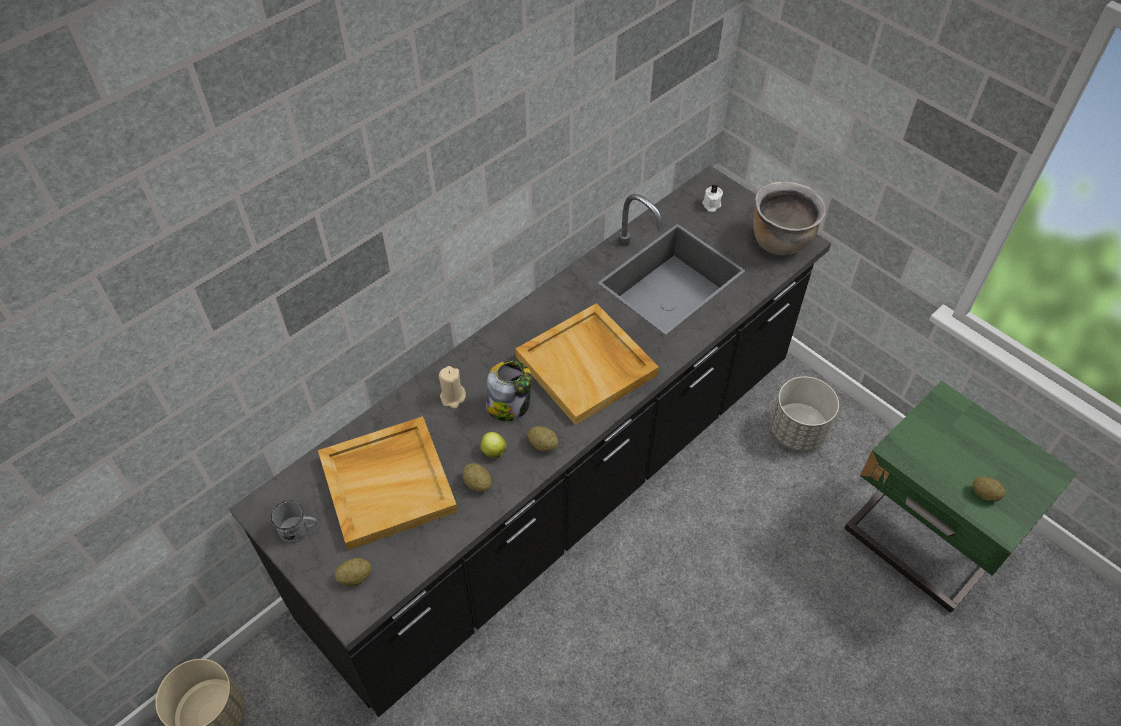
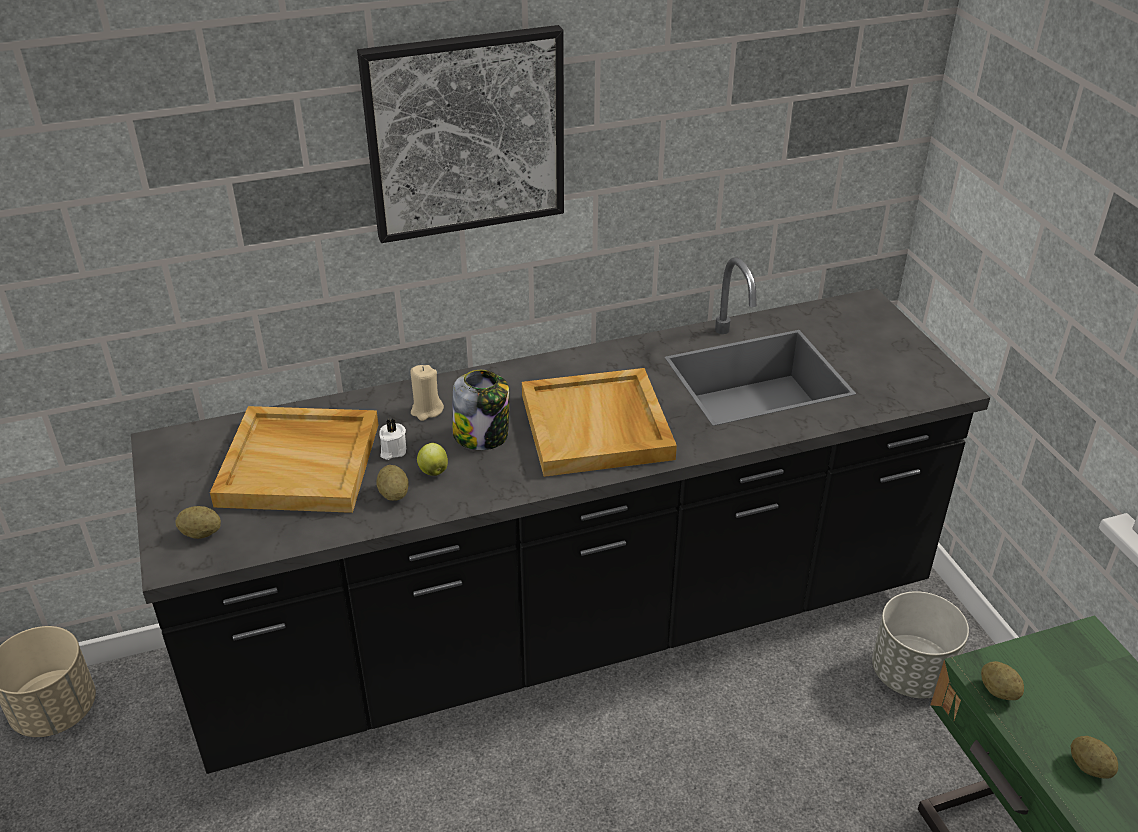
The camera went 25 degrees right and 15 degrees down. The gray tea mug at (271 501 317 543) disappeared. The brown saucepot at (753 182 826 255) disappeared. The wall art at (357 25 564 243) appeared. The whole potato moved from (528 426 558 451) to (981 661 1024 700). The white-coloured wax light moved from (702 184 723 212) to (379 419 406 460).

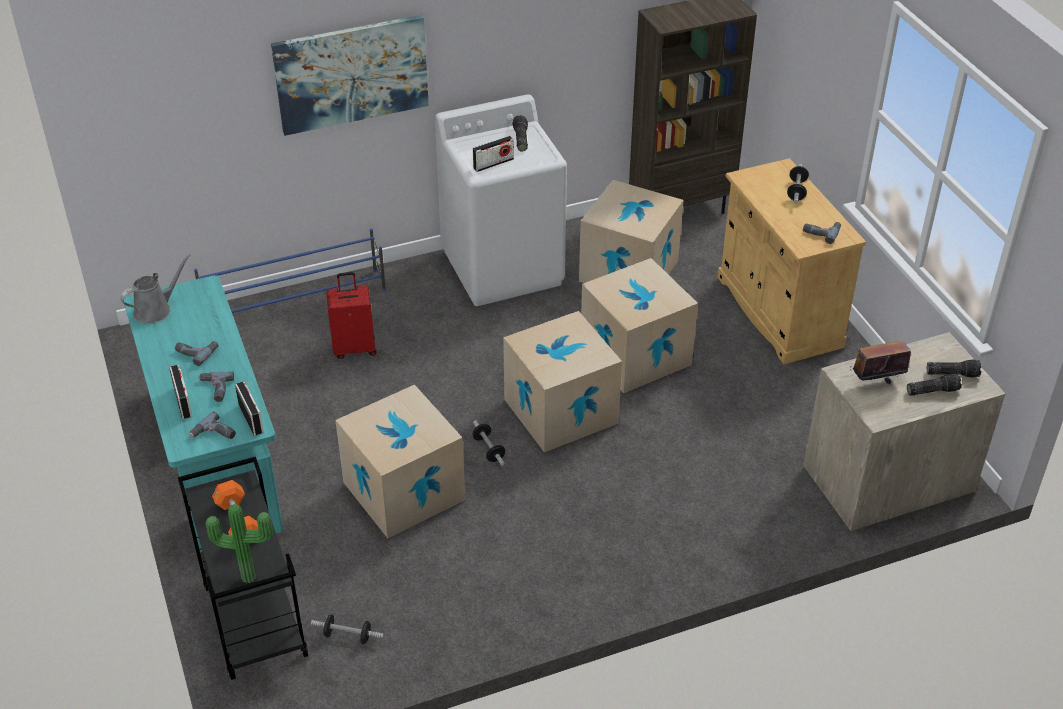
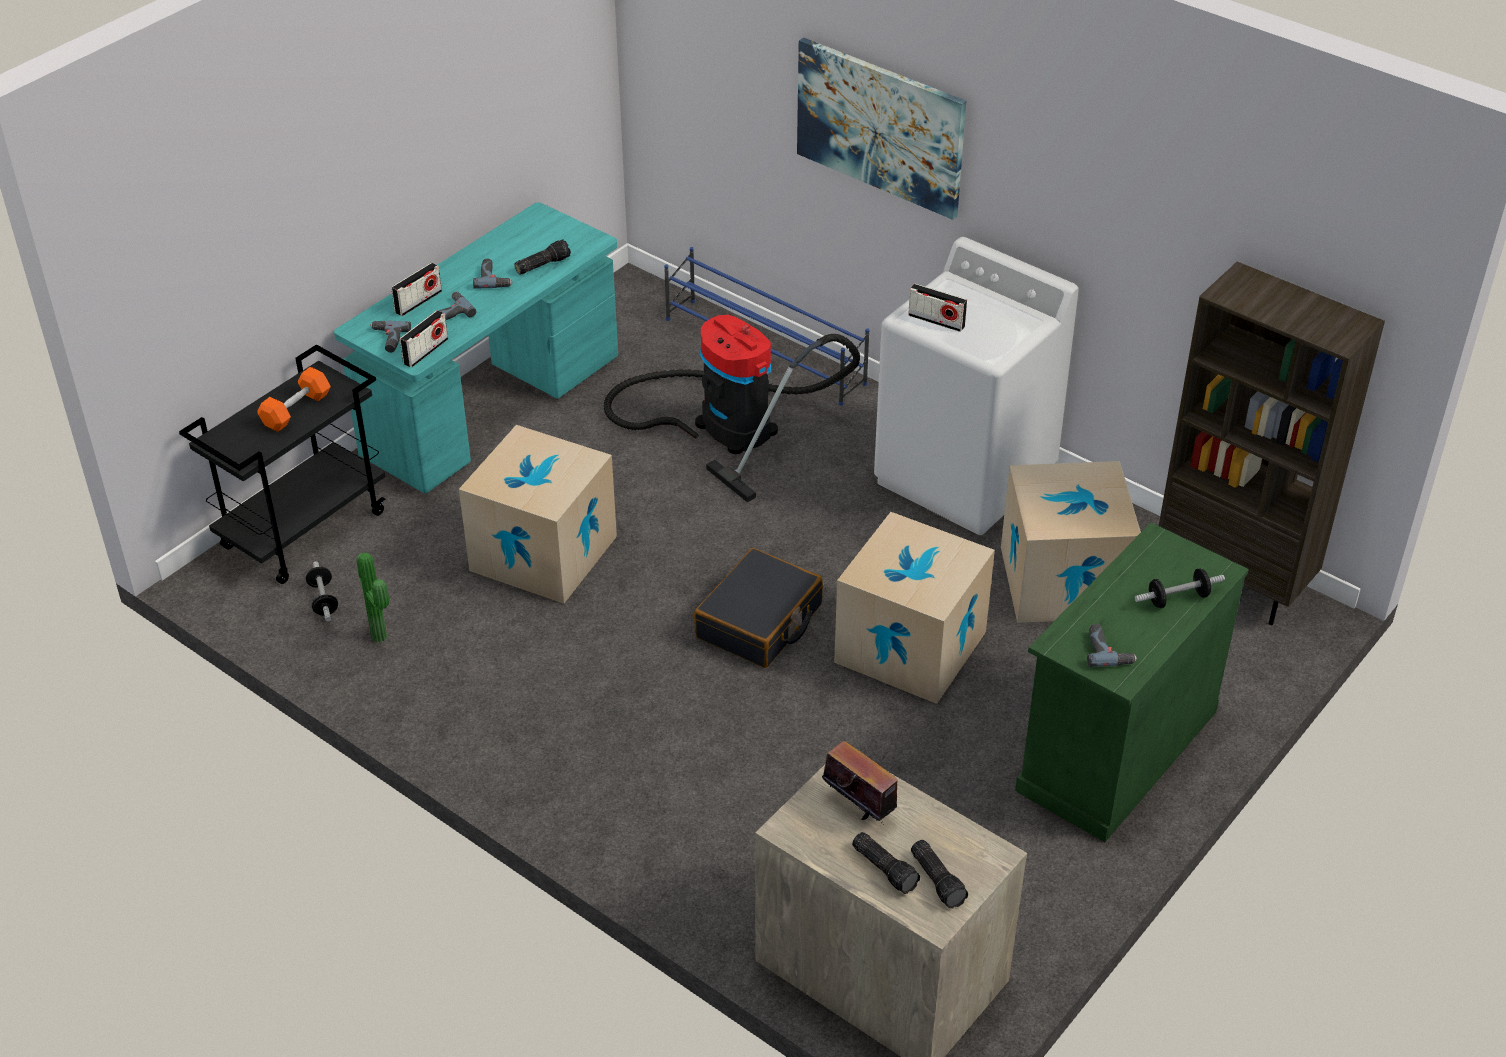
The camera went 60 degrees right and 0 degrees up. The gray watering pot at (120 254 191 323) disappeared. The dumbbell at (473 420 505 466) disappeared. The houseplant moved from (206 504 273 583) to (357 553 389 643). The flashlight moved from (513 115 528 151) to (514 239 571 275). The reddish piece of luggage at (326 272 376 359) was replaced by the vacuum cleaner at (604 315 860 502). The packing box at (503 311 622 452) was replaced by the blackish piece of luggage at (694 548 823 668). The sand-coloured storage cabinet at (717 158 866 364) became the green-coloured storage cabinet at (1015 522 1249 842).

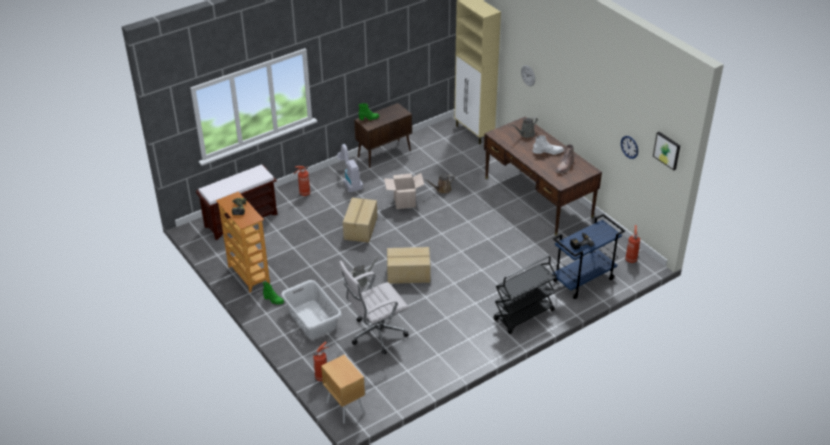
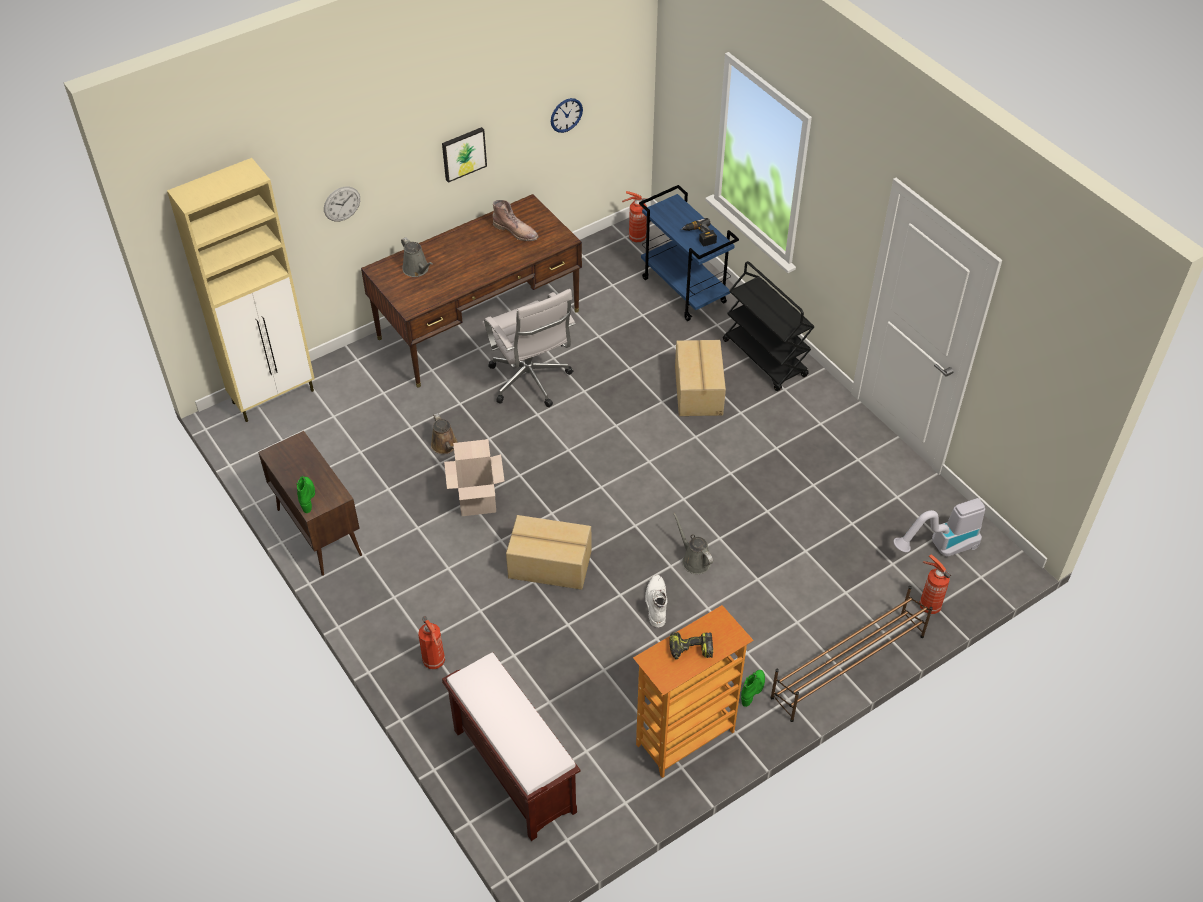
The camera went 90 degrees left and 10 degrees up. The gray laundry basket at (281 280 342 339) disappeared. The brown night table at (321 354 366 424) disappeared. The brown shoe stand at (770 586 933 722) appeared. The vacuum cleaner moved from (337 144 363 192) to (893 498 985 557). The white-coloured office chair moved from (339 261 409 354) to (482 289 575 407). The packing box moved from (387 247 430 284) to (675 340 726 416). The white-coloured high-top boot moved from (533 135 564 155) to (645 575 668 627). The wall art moved from (653 132 680 170) to (442 127 487 183).

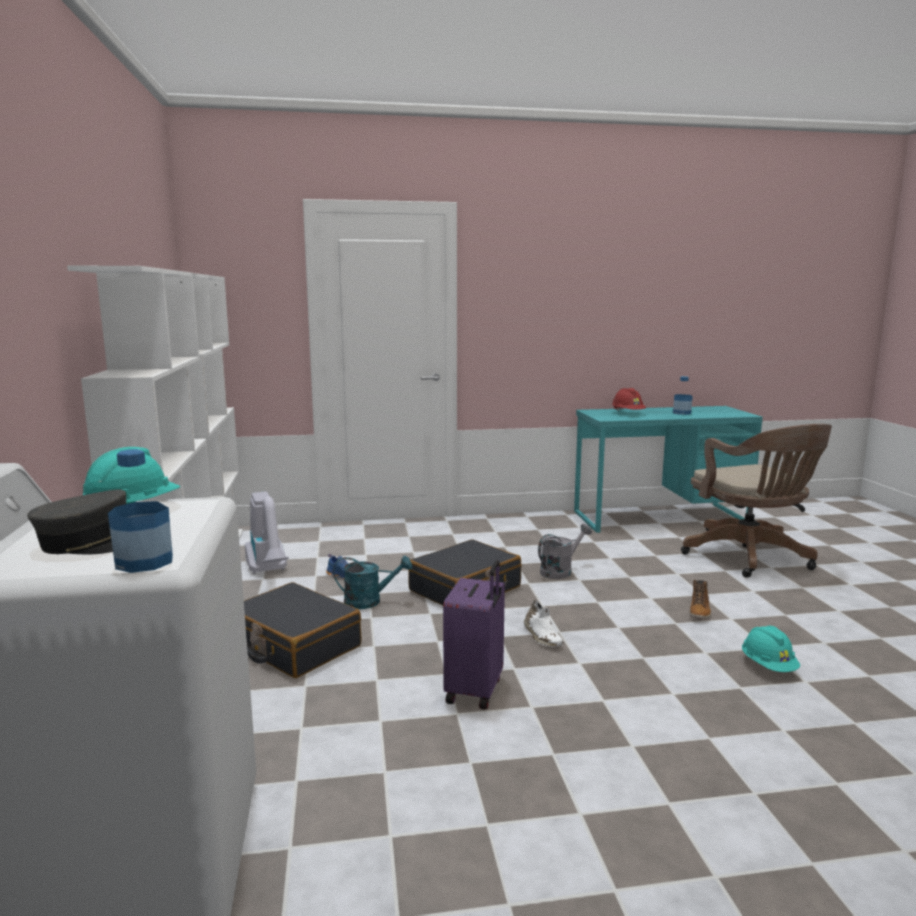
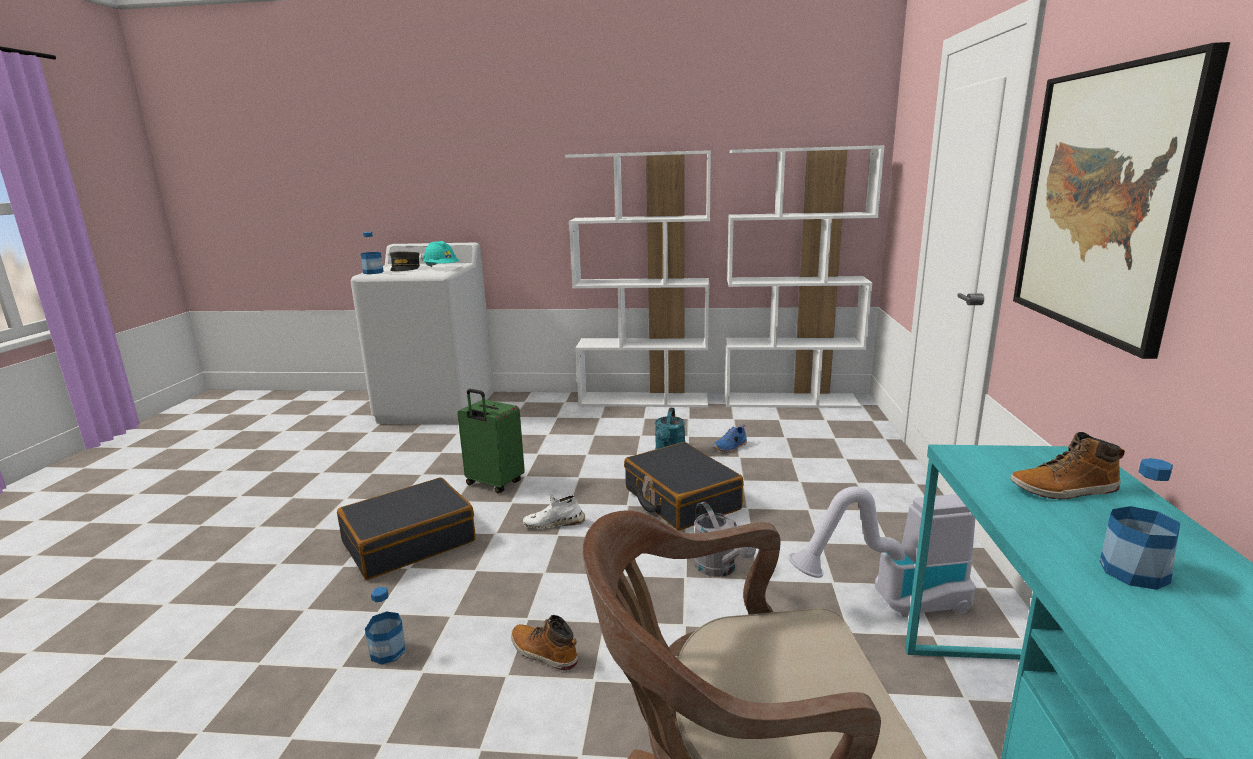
The camera went 105 degrees right and 5 degrees up. The wall art at (1013 42 1230 359) appeared. The blackish piece of luggage moved from (244 582 361 678) to (337 477 475 580). The vacuum cleaner moved from (245 492 289 574) to (788 486 976 617). The reddish hard hat at (612 388 646 411) was replaced by the high-top boot at (1010 432 1125 500). The turquoise-coloured hard hat at (742 626 800 672) was replaced by the bottle at (365 587 405 665). The purple piece of luggage at (443 560 505 710) became the green-coloured piece of luggage at (457 389 525 493).

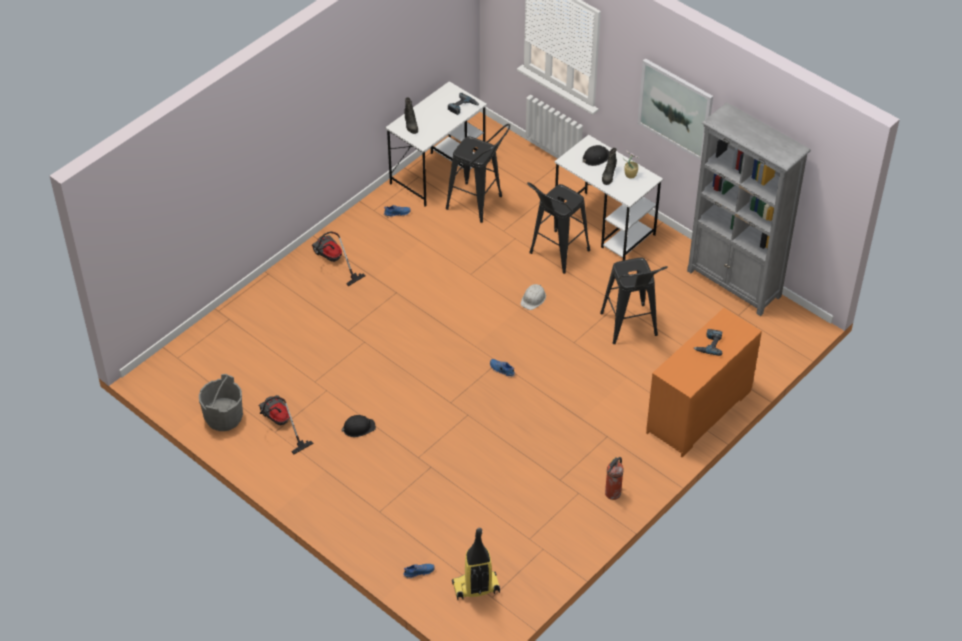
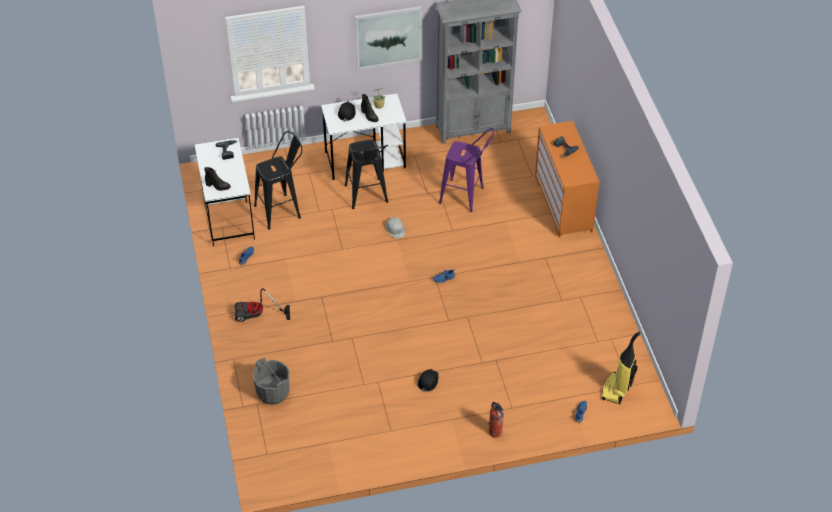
The camera went 55 degrees left and 0 degrees up. The vacuum cleaner at (258 395 314 455) disappeared. The gray pail moved from (199 374 243 431) to (253 357 289 405). The extinguisher moved from (605 457 624 500) to (488 402 504 437). The blackish stool seat at (600 258 668 344) became the purple stool seat at (439 128 494 212).

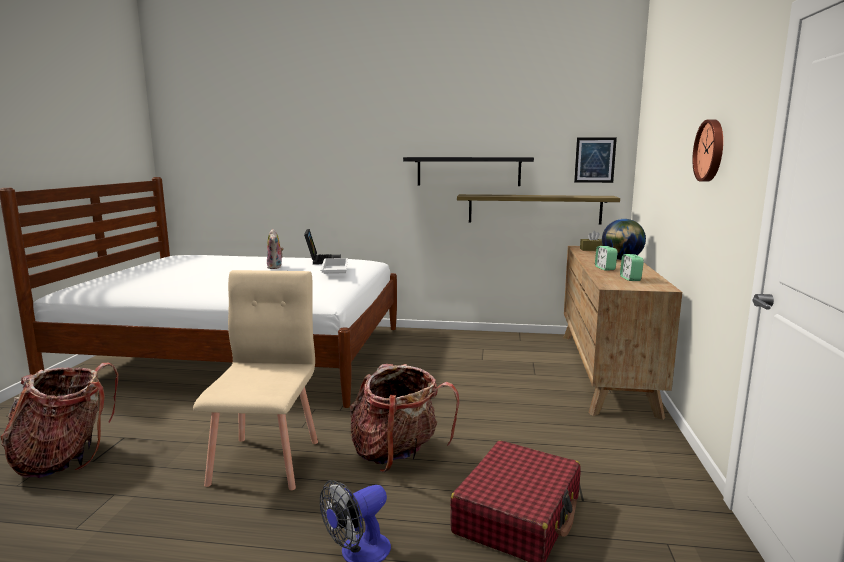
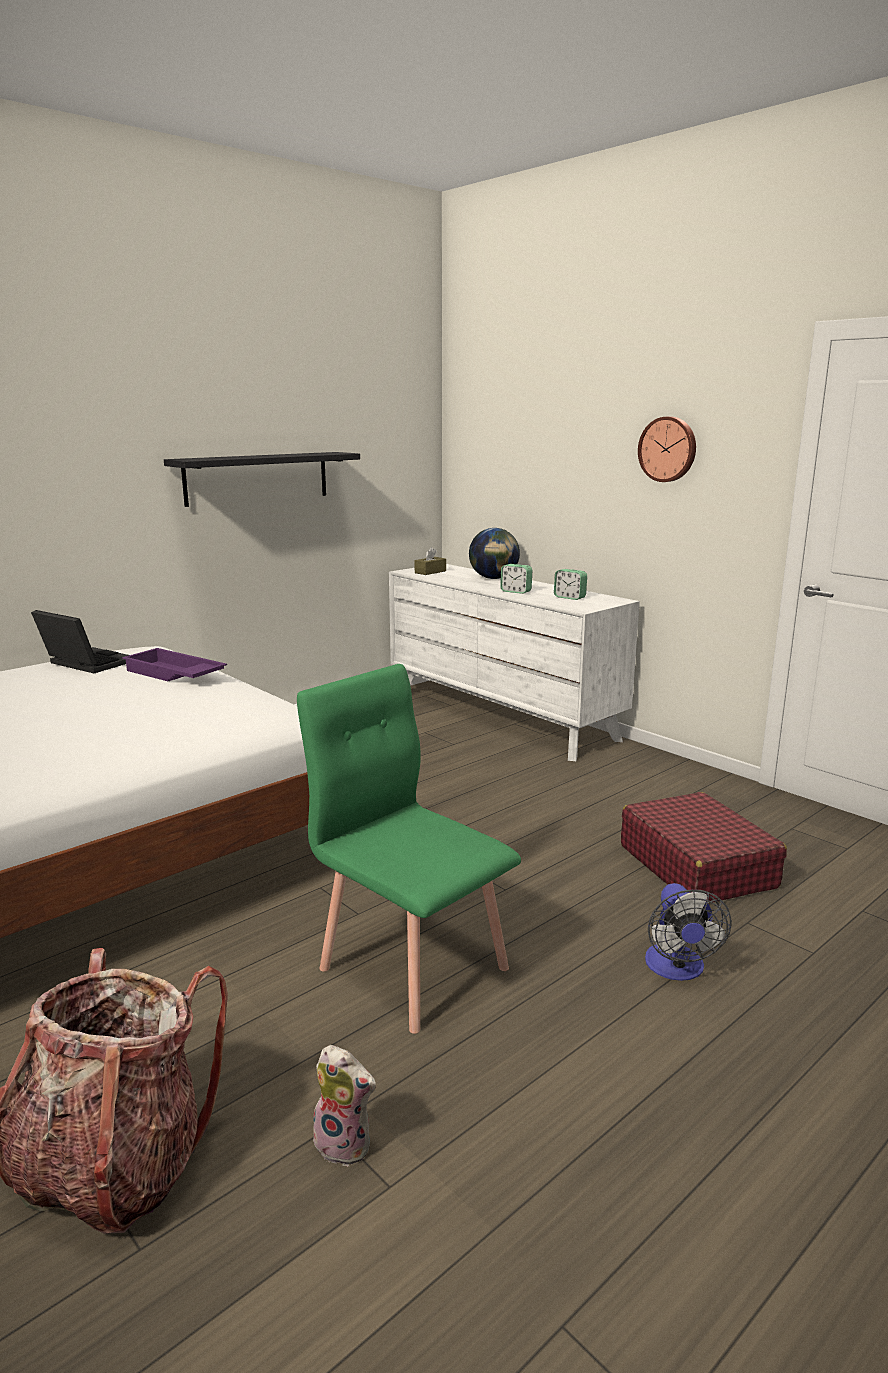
The camera went 50 degrees left and 5 degrees up. The knapsack at (350 364 459 472) disappeared. The shelf at (457 194 620 225) disappeared. The wall art at (574 137 617 183) disappeared. The cuddly toy moved from (267 229 284 269) to (308 1045 376 1167). The sand-coloured plain chair at (193 270 318 490) became the green-coloured plain chair at (297 664 521 1034). The white-coloured tray at (320 258 348 274) became the purple tray at (122 648 227 681). The brown drawer chest at (563 246 682 420) became the white-coloured drawer chest at (389 564 640 761).

